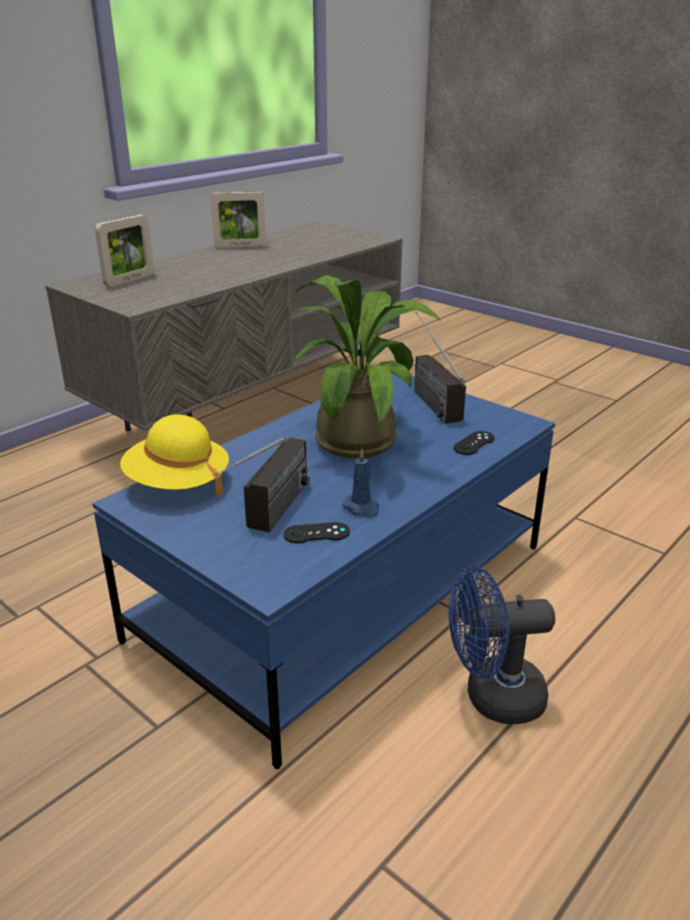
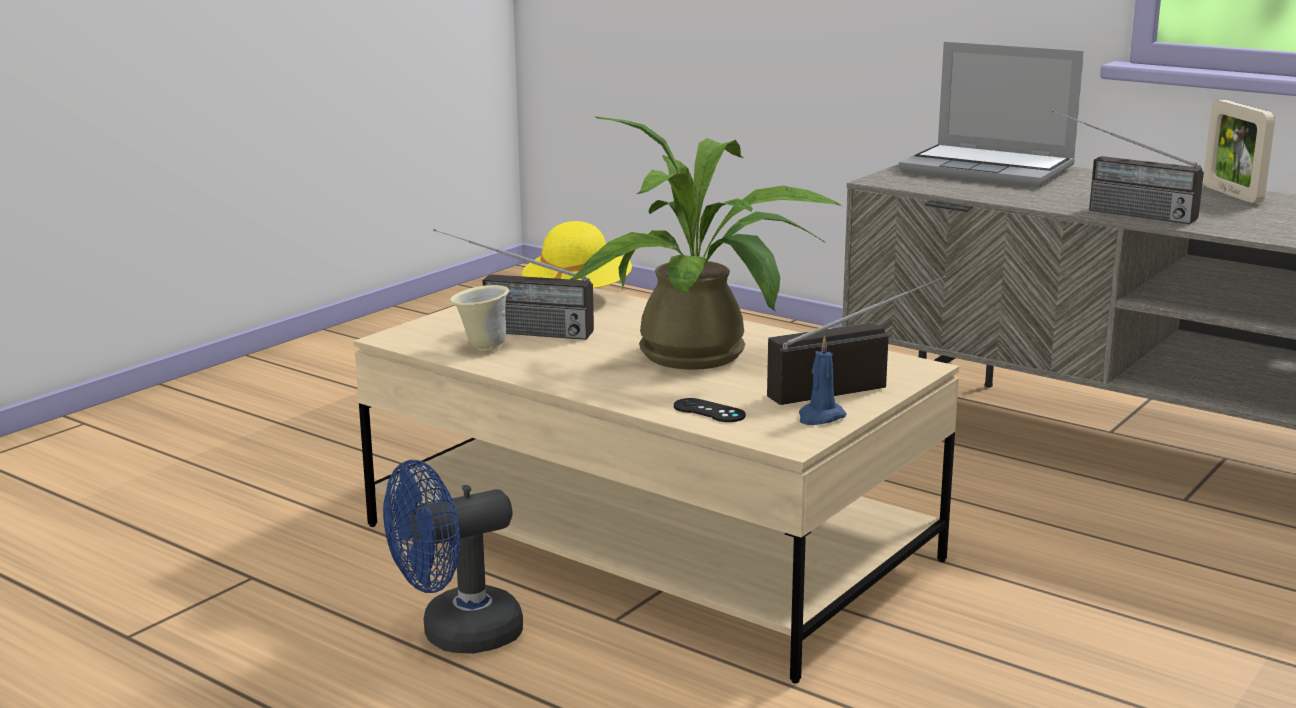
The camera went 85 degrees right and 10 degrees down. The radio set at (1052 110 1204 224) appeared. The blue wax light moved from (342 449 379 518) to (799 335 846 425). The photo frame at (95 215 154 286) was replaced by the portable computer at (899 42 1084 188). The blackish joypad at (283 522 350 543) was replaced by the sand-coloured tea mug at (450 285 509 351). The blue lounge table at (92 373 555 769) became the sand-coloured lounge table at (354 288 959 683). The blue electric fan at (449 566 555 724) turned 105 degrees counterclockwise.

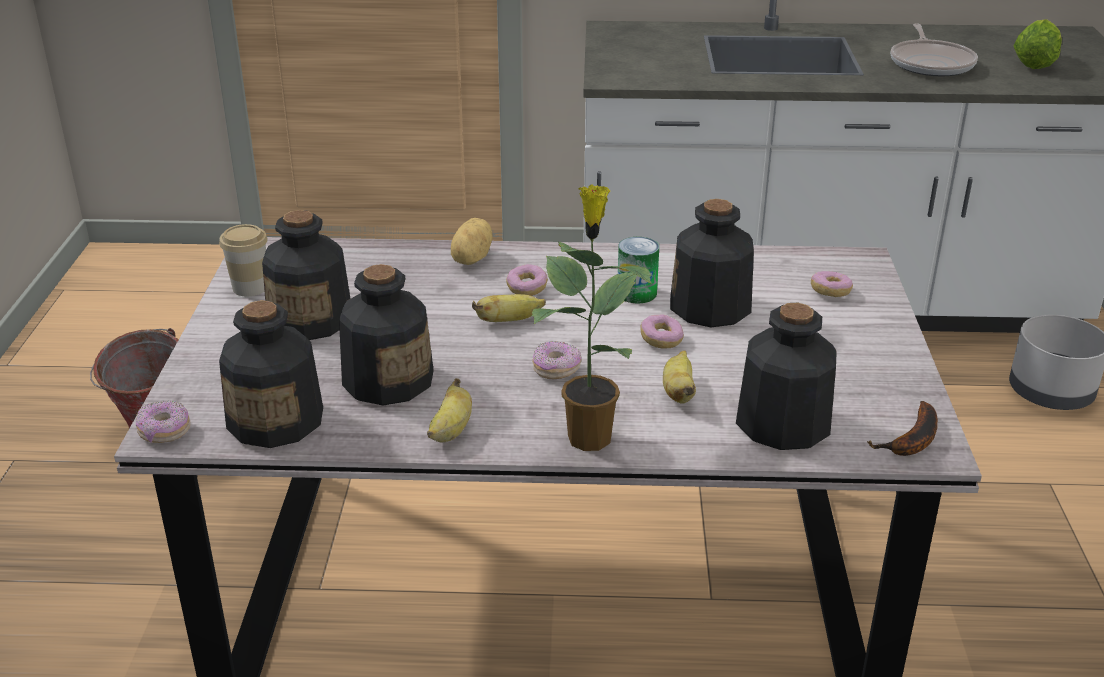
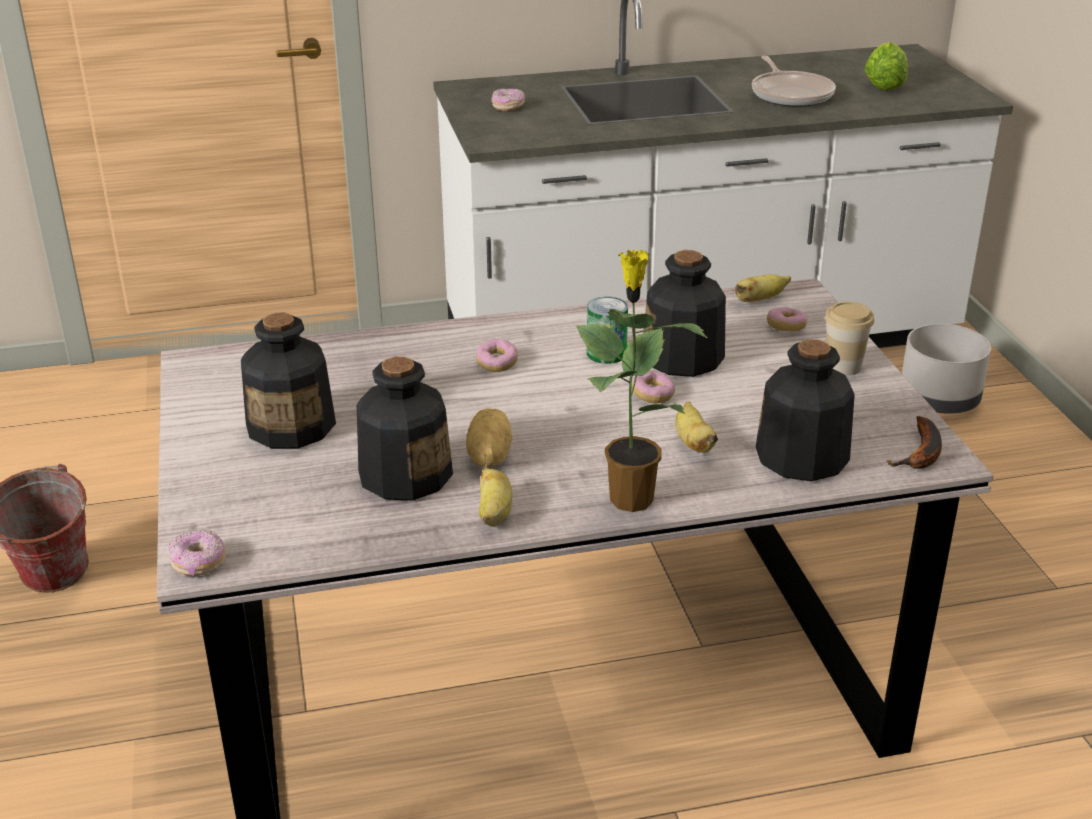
The camera went 15 degrees left and 0 degrees up. The bottle at (219 300 323 448) disappeared. The drinking cup moved from (219 224 268 296) to (825 301 874 376). The whole potato moved from (451 218 493 265) to (466 408 513 467). The whole banana moved from (472 294 546 322) to (735 274 791 302). The donut moved from (532 341 581 379) to (491 88 525 111).

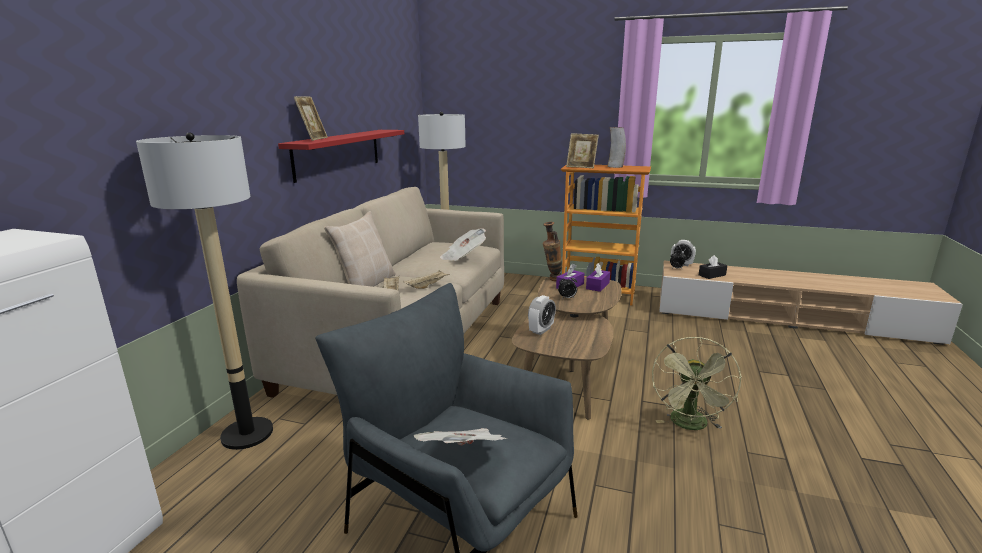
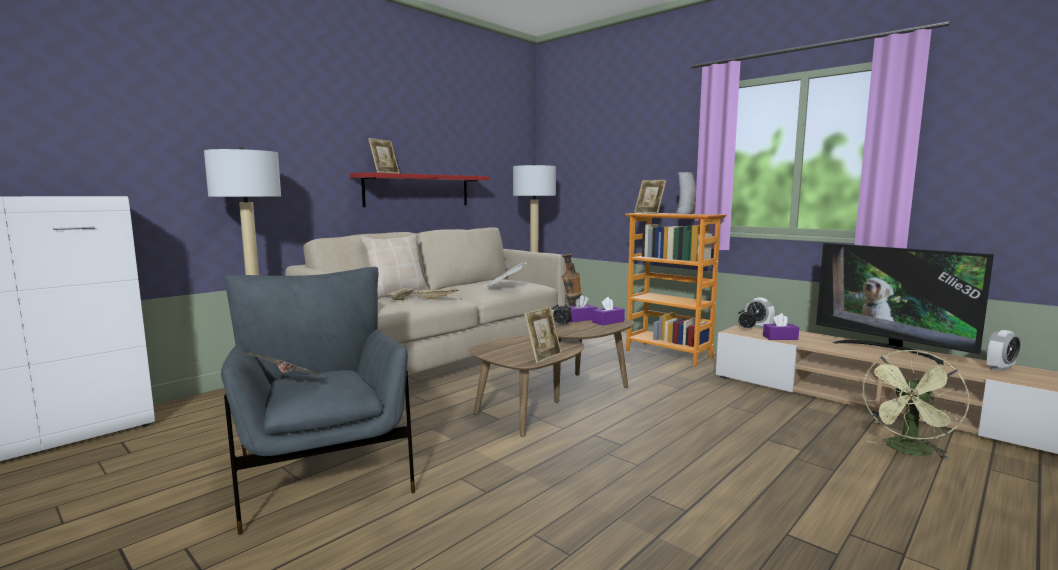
The camera went 25 degrees right and 10 degrees down. The photo frame at (524 307 562 363) appeared. The television at (816 243 994 365) appeared. The table clock moved from (528 295 556 335) to (986 330 1021 371). The green-coloured electric fan moved from (652 337 742 430) to (861 350 969 460). The blackish tissue holder at (699 255 727 279) became the purple tissue holder at (763 313 799 340).

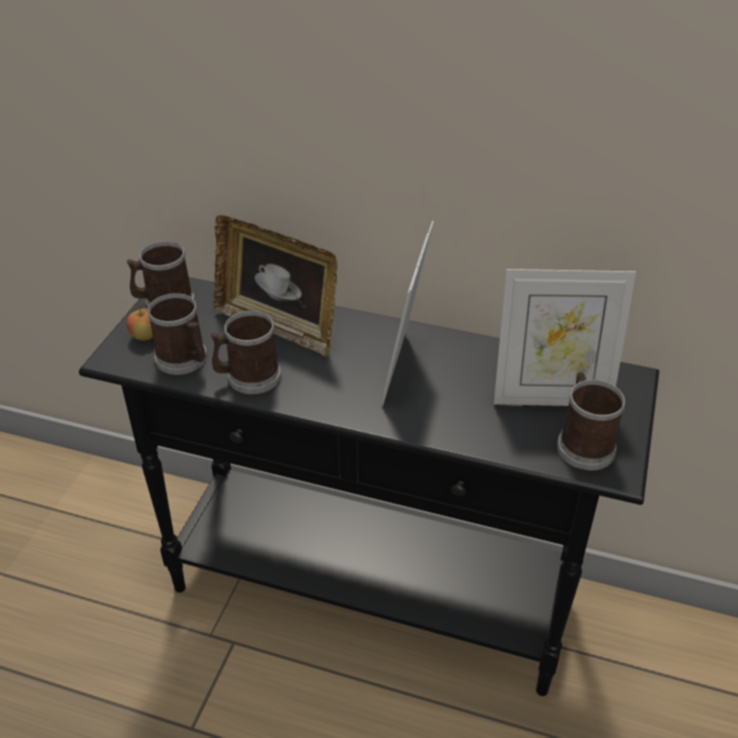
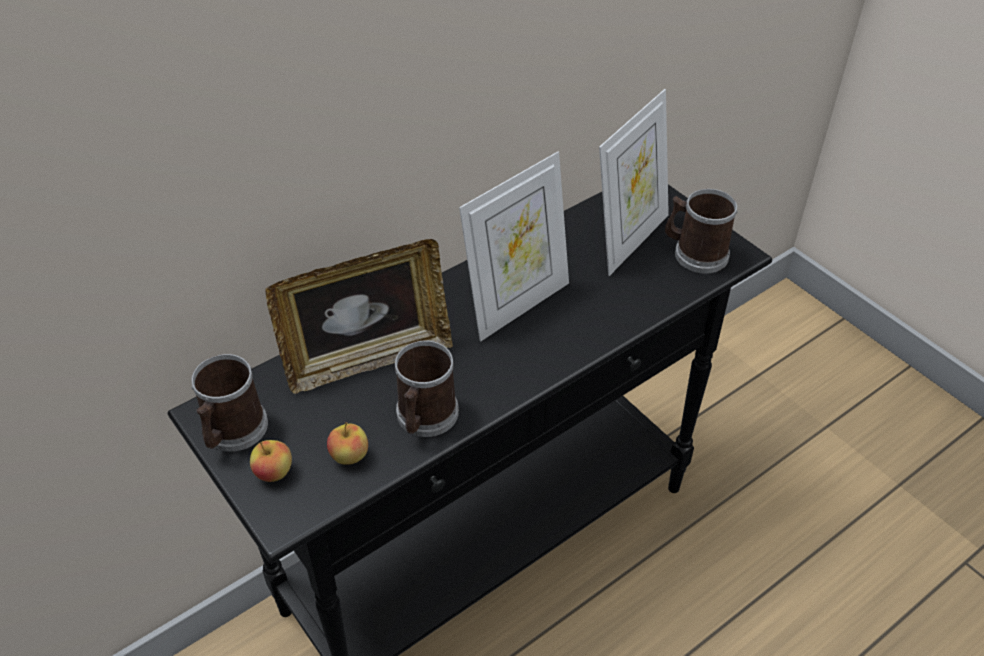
The camera went 55 degrees left and 5 degrees up. The tea mug at (147 293 207 375) was replaced by the apple at (327 422 368 465). The photo frame at (382 221 434 406) turned 90 degrees counterclockwise.

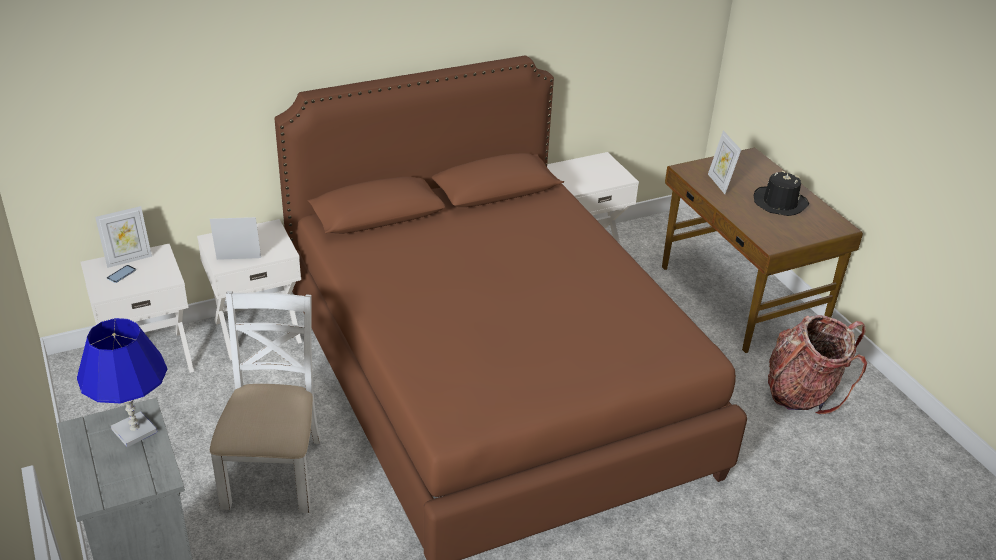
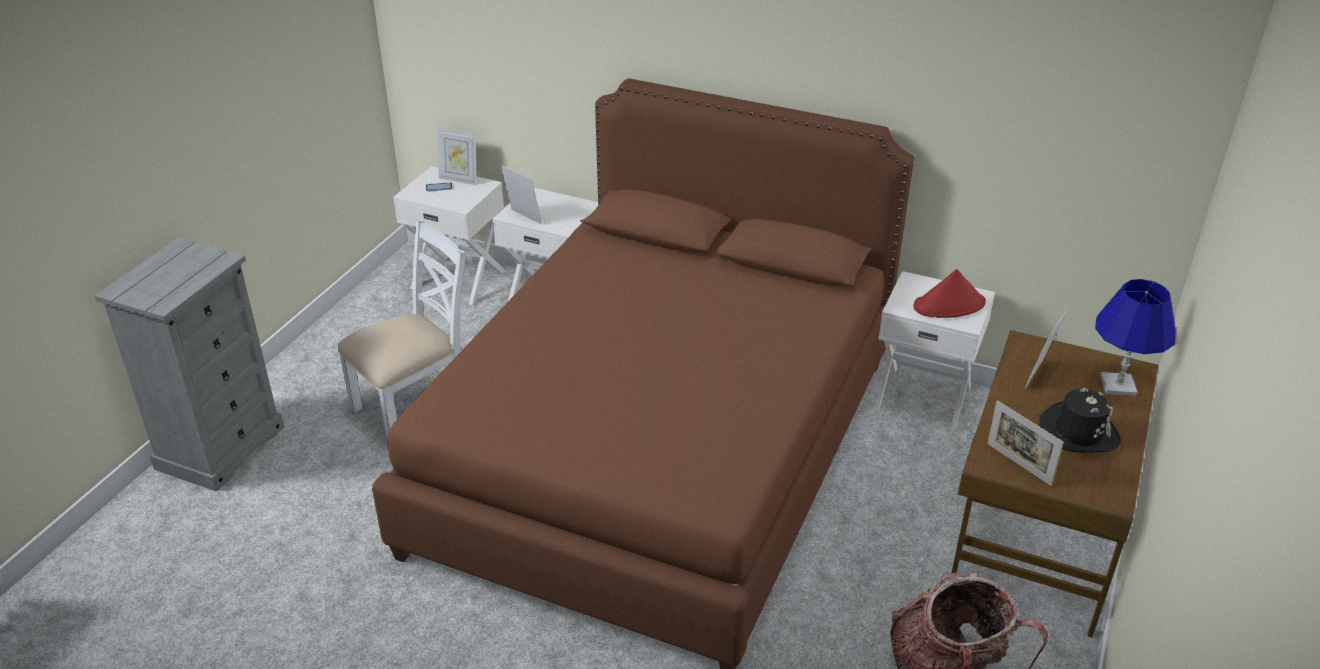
The camera went 50 degrees right and 0 degrees up. The reddish wearable hat at (913 269 986 318) appeared. The photo frame at (987 400 1064 486) appeared. The blue tabletop lamp moved from (77 318 167 447) to (1095 279 1176 396).

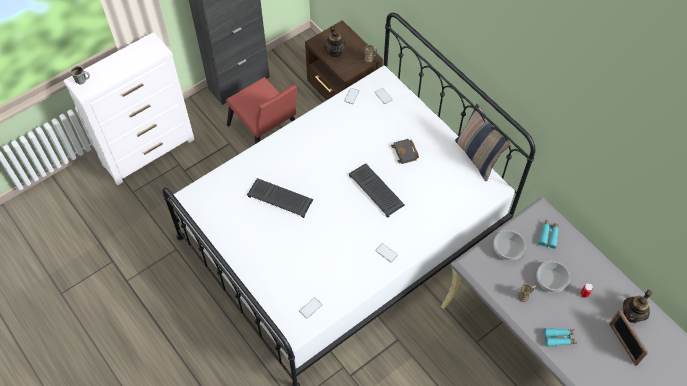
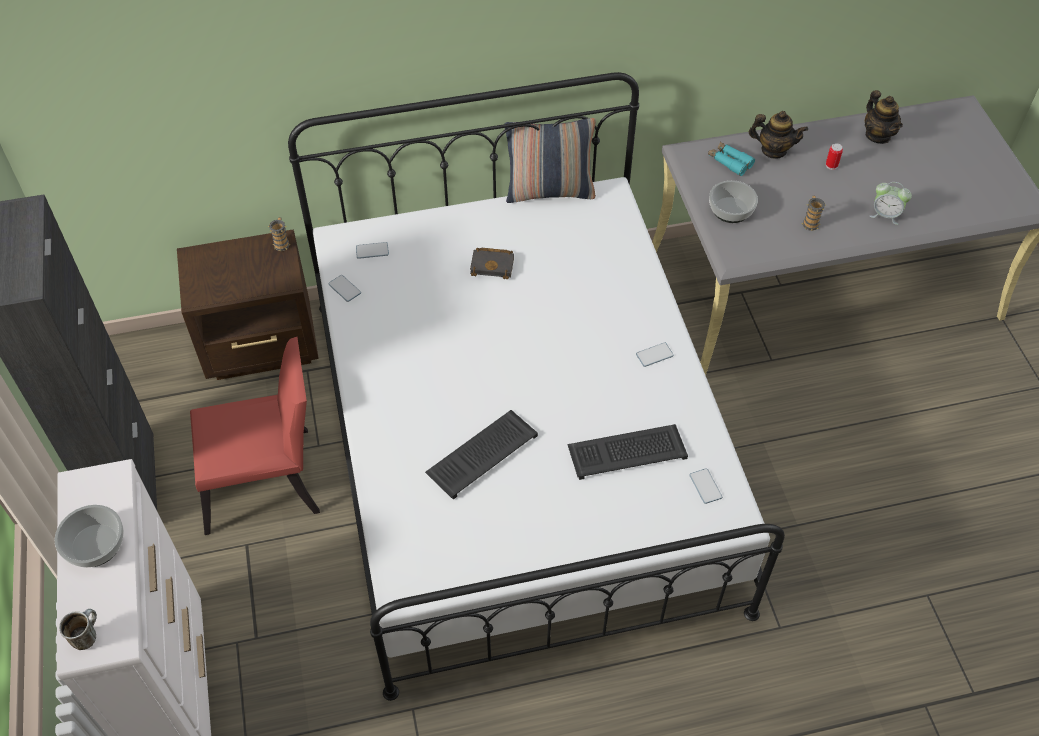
The camera went 65 degrees left and 5 degrees down. The photo frame at (609 309 649 366) disappeared. The tea pot moved from (324 26 346 57) to (749 111 808 159). The computer keyboard moved from (349 163 405 218) to (567 424 688 480). The serving bowl moved from (536 261 570 292) to (55 505 124 568). The turquoise-coloured binoculars at (543 328 577 347) was replaced by the table clock at (870 182 912 225).

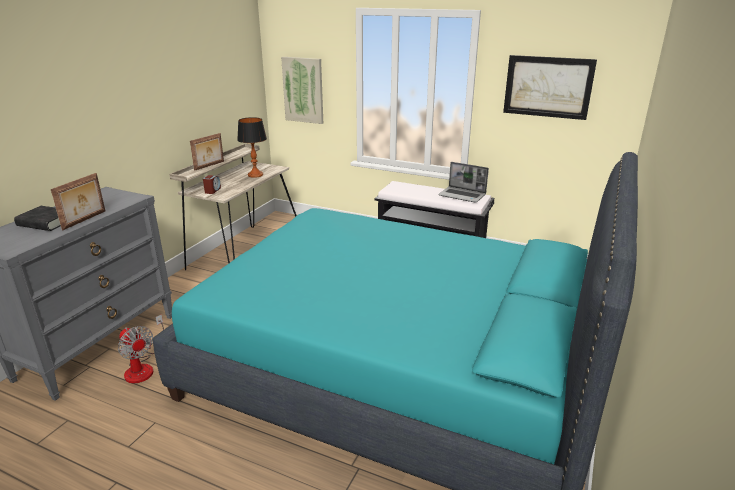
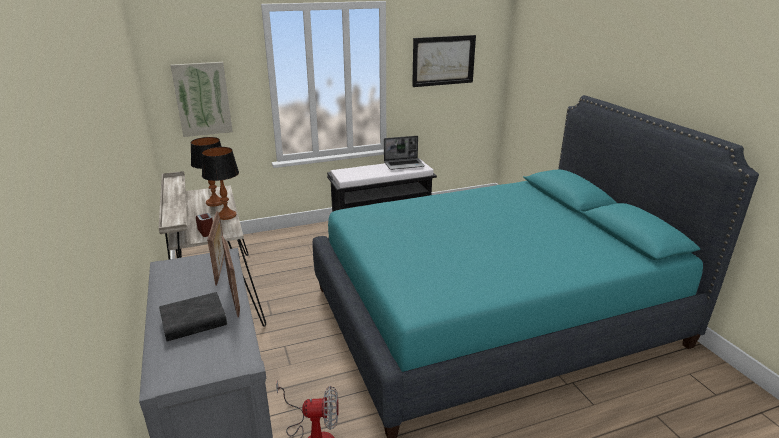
The camera went 45 degrees left and 0 degrees up. The tabletop lamp at (202 147 239 220) appeared. The photo frame moved from (190 133 224 171) to (207 211 224 286).

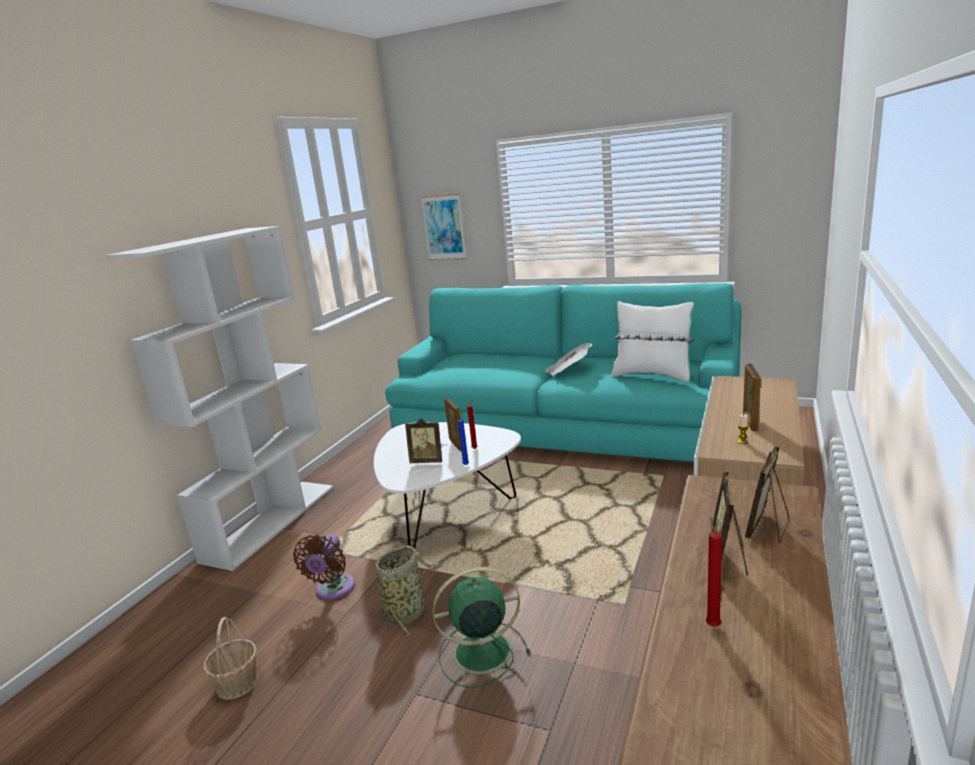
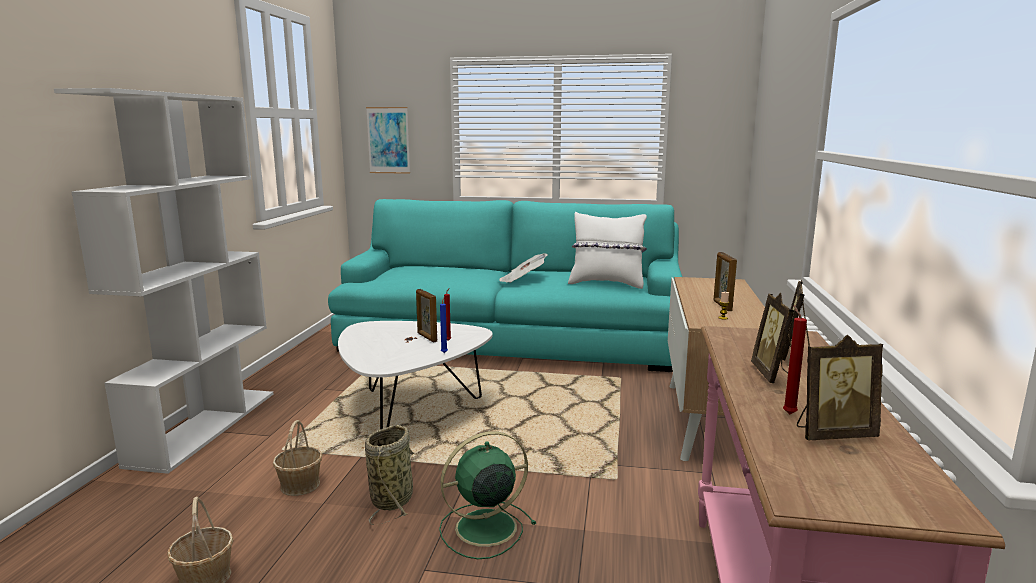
The camera went 15 degrees left and 5 degrees down. The photo frame moved from (405 418 442 463) to (797 335 883 440). The brown electric fan at (293 534 355 600) was replaced by the storage basket at (273 420 323 496).

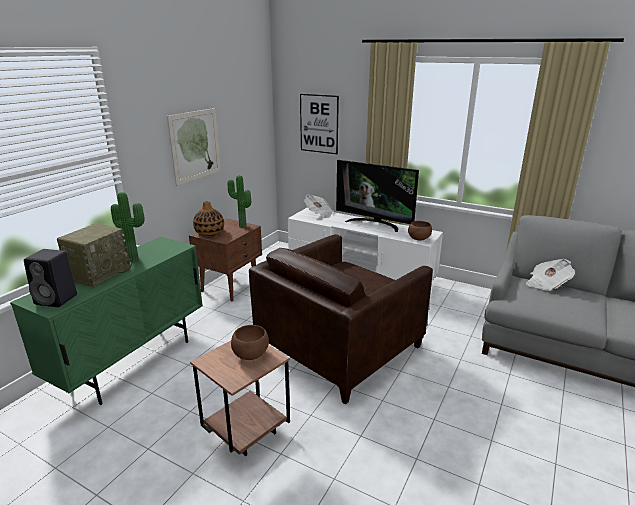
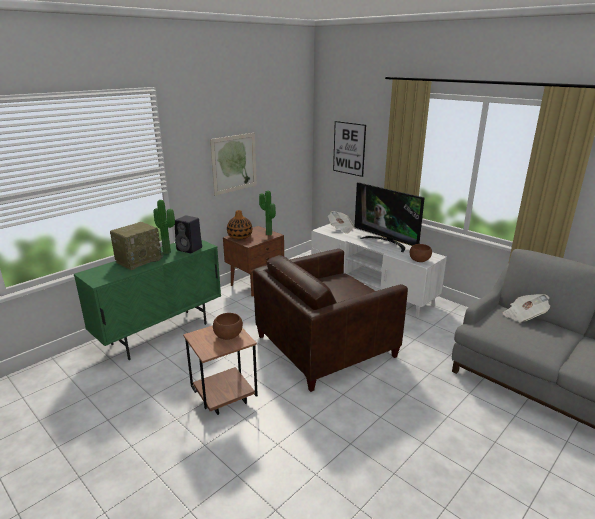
The camera went 15 degrees right and 0 degrees up. The blackish loudspeaker moved from (24 249 77 307) to (175 215 202 253).

